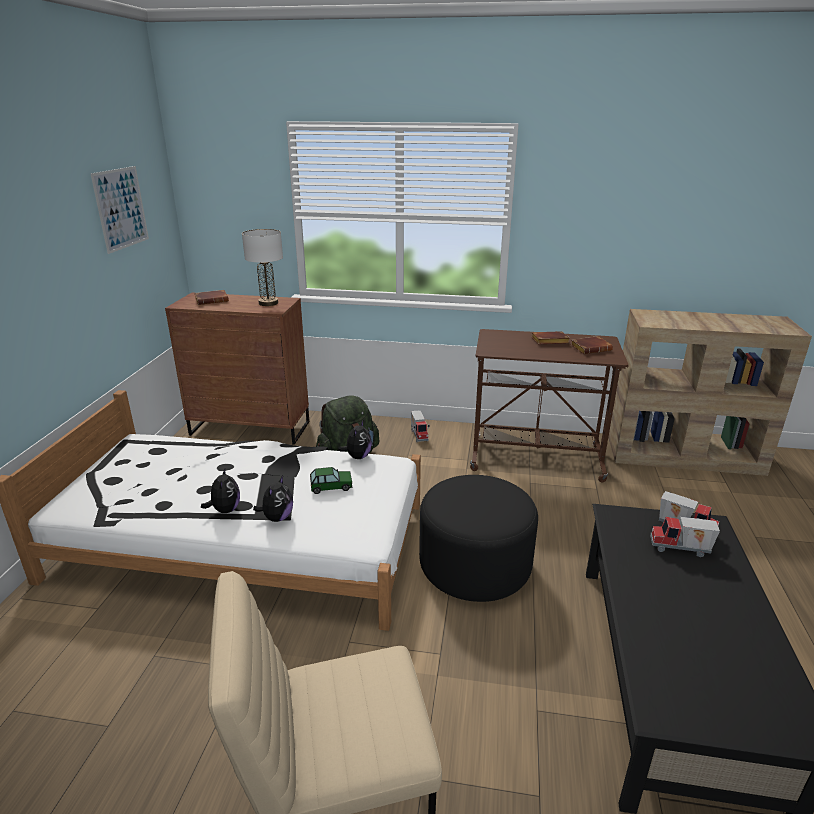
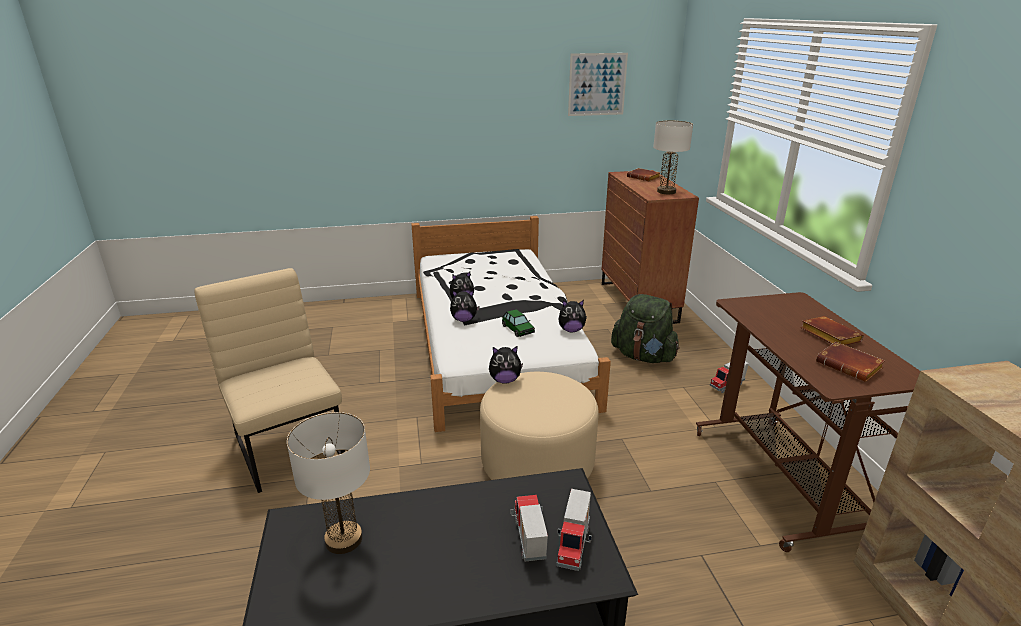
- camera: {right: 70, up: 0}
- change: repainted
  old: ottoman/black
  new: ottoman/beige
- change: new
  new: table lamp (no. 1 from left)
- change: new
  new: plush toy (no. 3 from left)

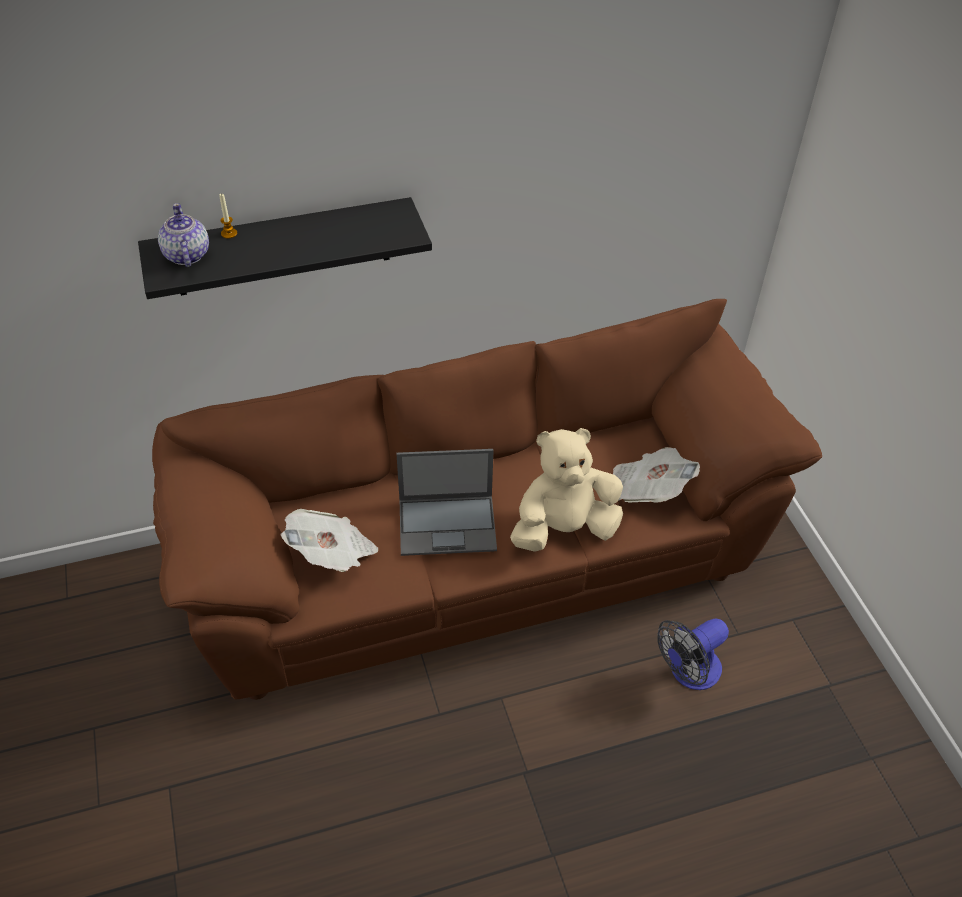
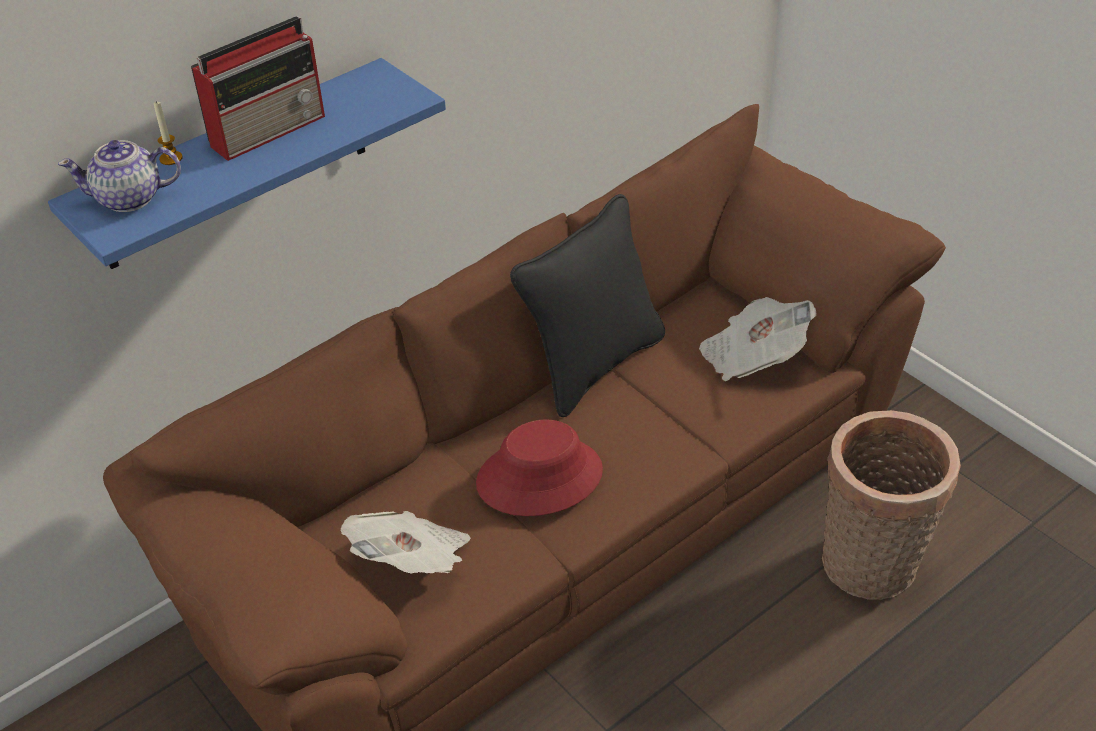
- camera: {right: -20, up: -5}
- change: repainted
  old: shelf/black
  new: shelf/blue
- change: rotated
  old: teapot
  degrees: -60
- change: swapped
  old: laptop
  new: hat/red
- change: gone
  old: plush toy/beige
- change: swapped
  old: fan
  new: basket
- change: new
  new: radio
- change: new
  new: pillow/black

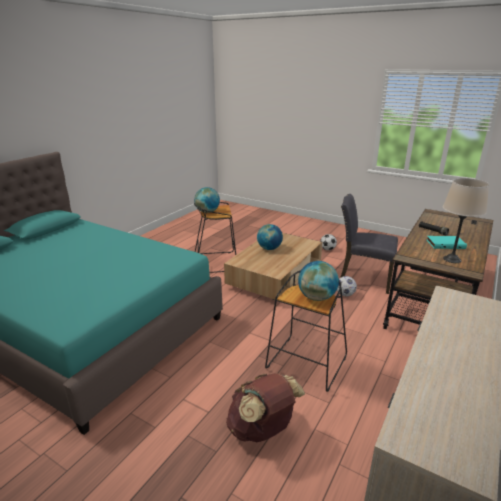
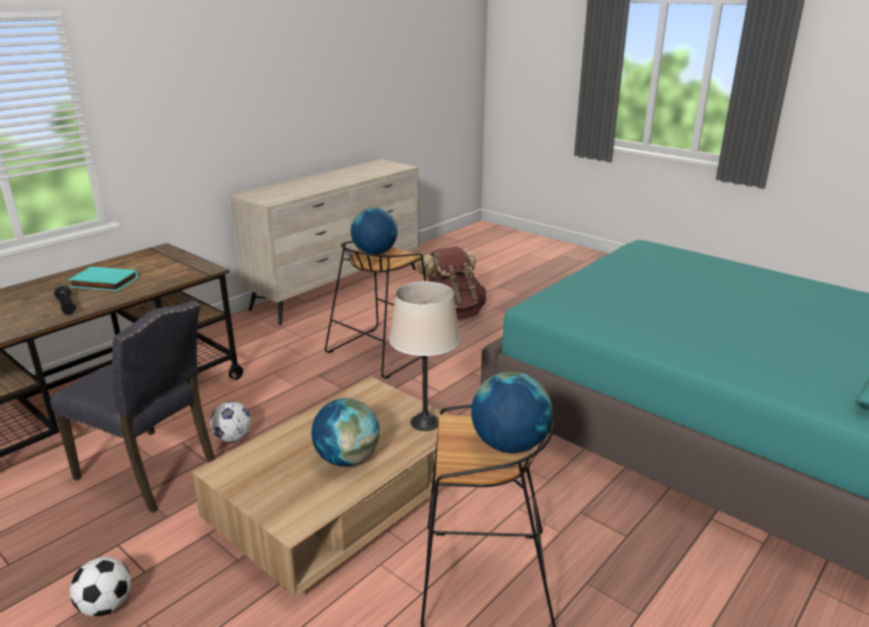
- camera: {right: -170, up: 0}
- change: shifted
  old: table lamp/beige

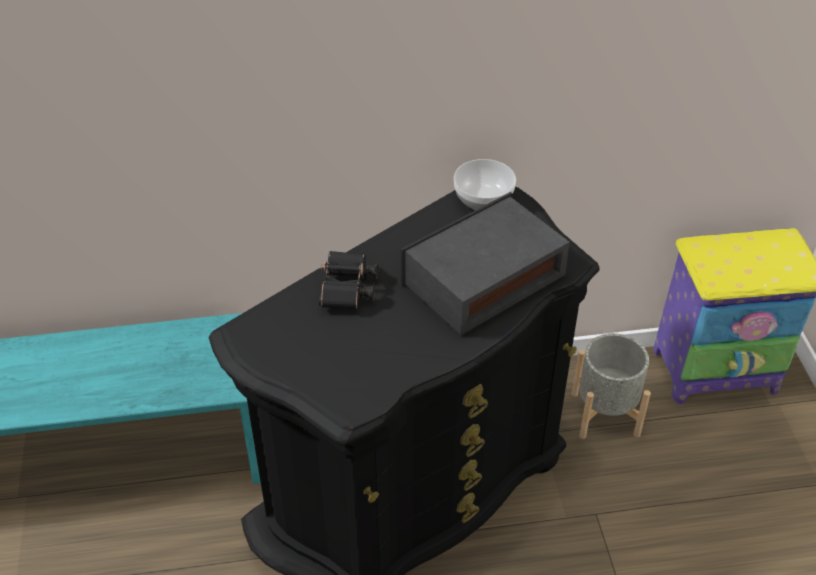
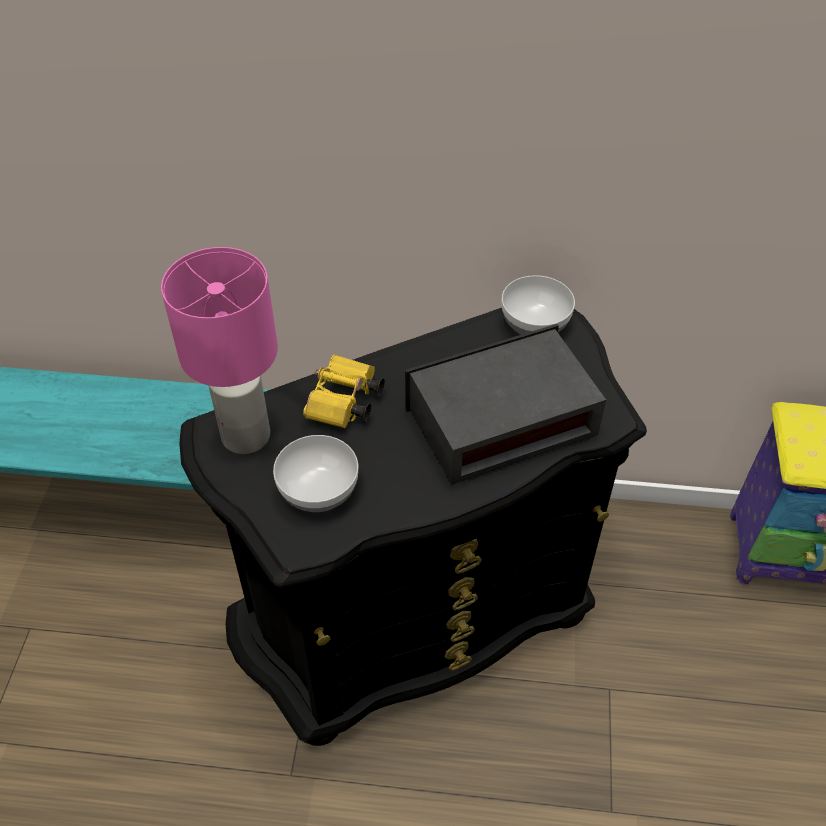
- camera: {right: 15, up: 5}
- change: repainted
  old: binoculars/black
  new: binoculars/yellow
- change: gone
  old: planter/grey
- change: new
  new: table lamp/pink
- change: new
  new: bowl (no. 1 from left)

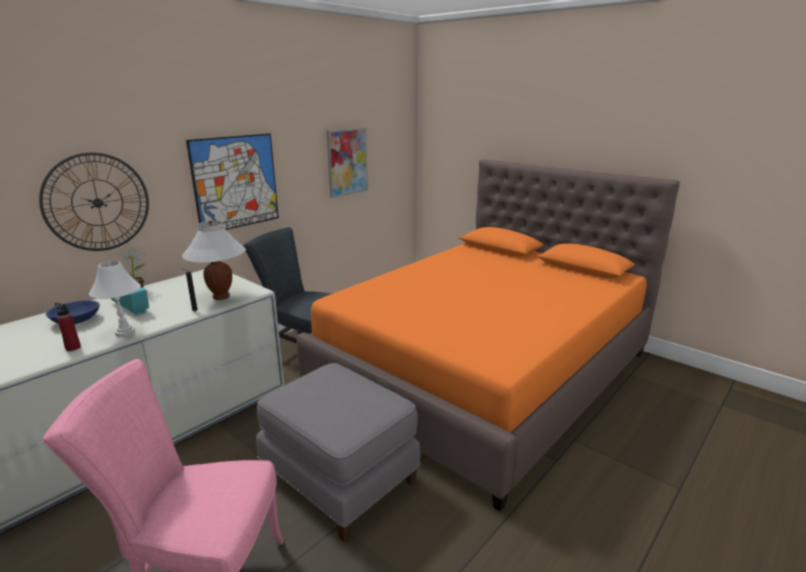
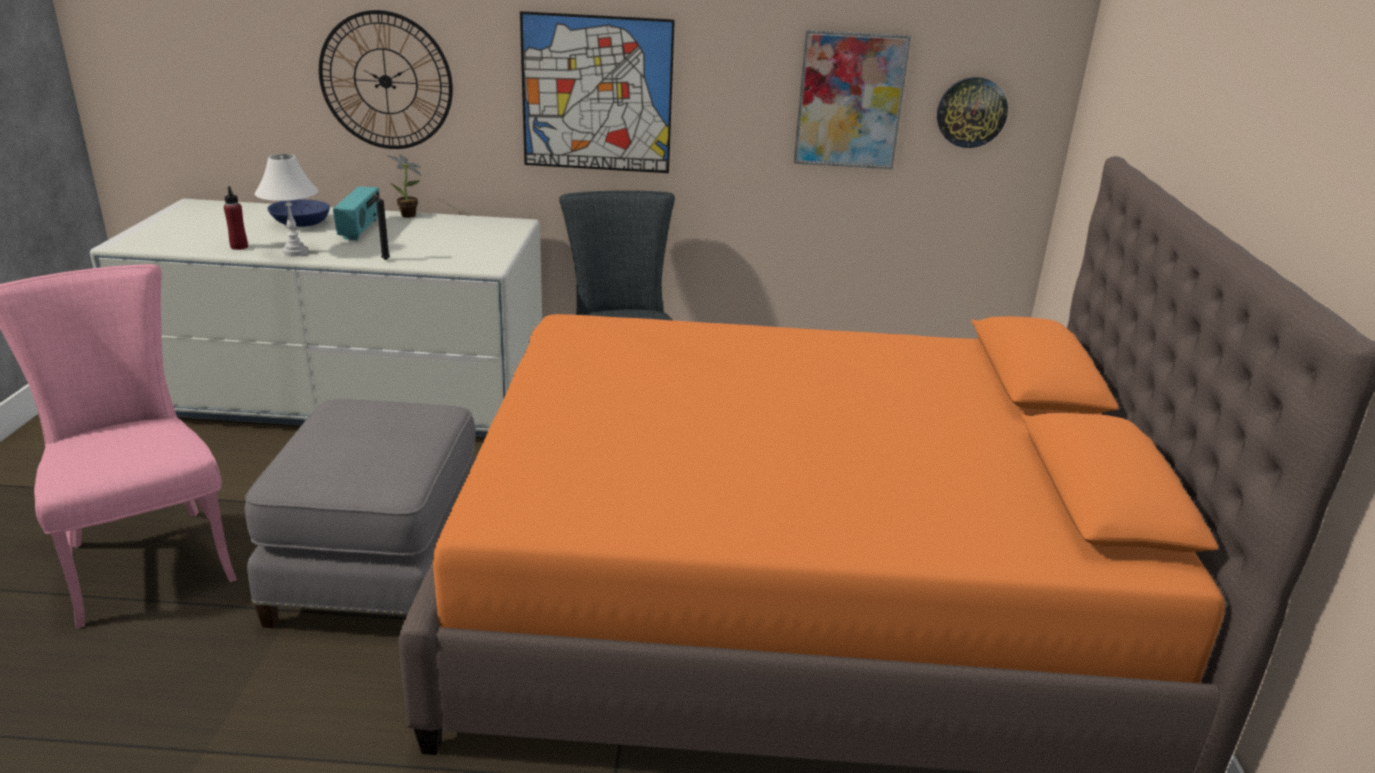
- camera: {right: 50, up: 5}
- change: gone
  old: table lamp/white (no. 2 from left)
- change: new
  new: wall clock (no. 2 from left)

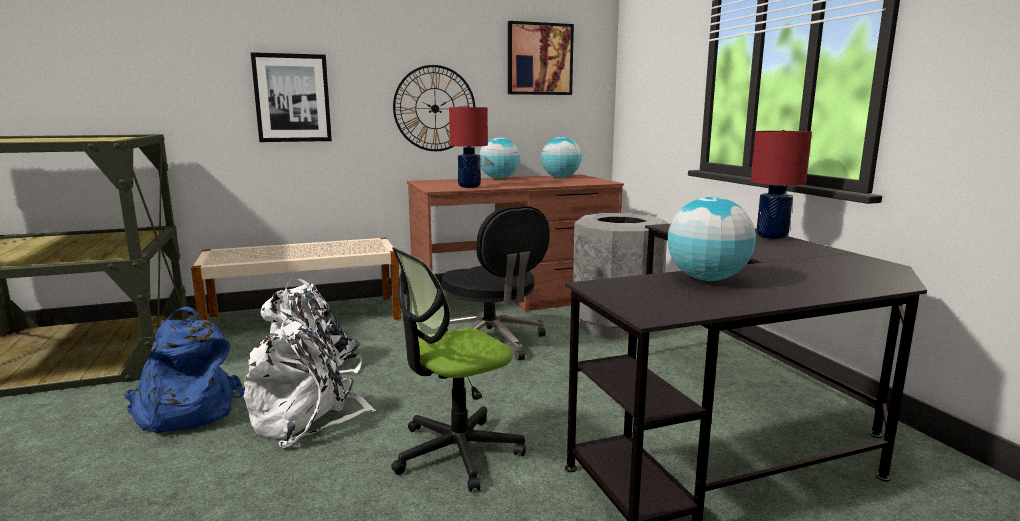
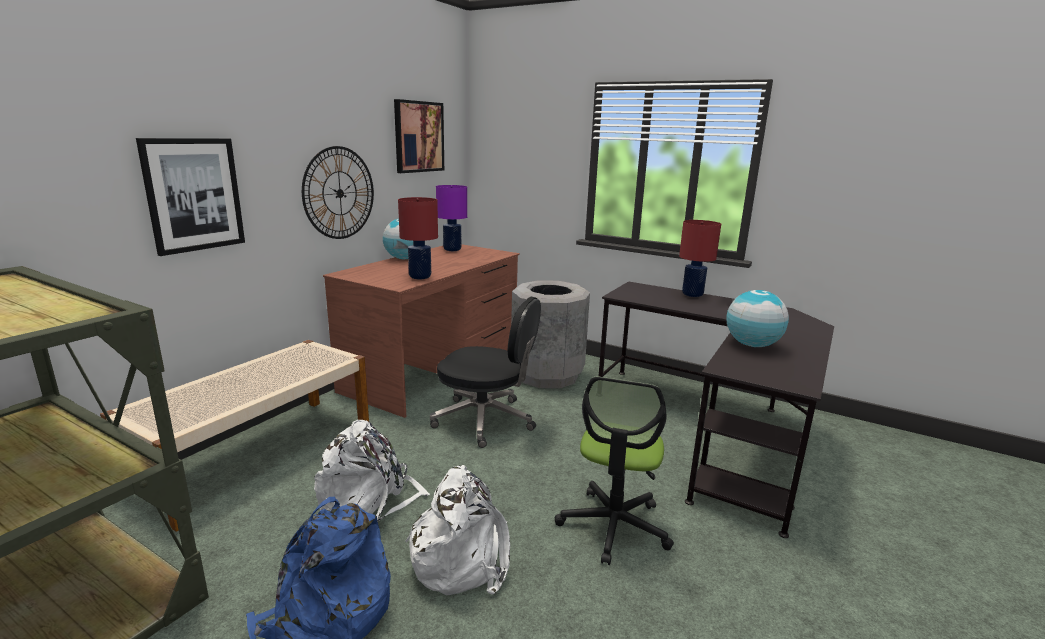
- camera: {right: -40, up: 5}
- change: swapped
  old: globe (no. 2 from left)
  new: table lamp/purple

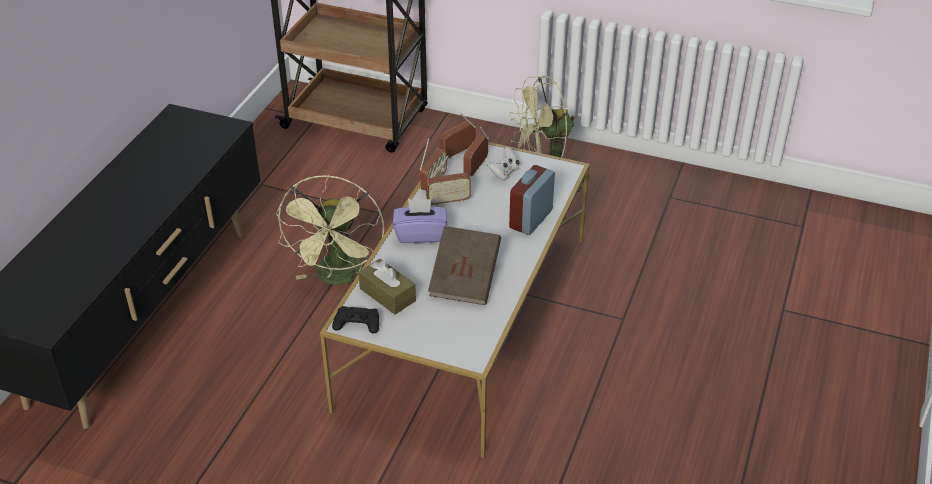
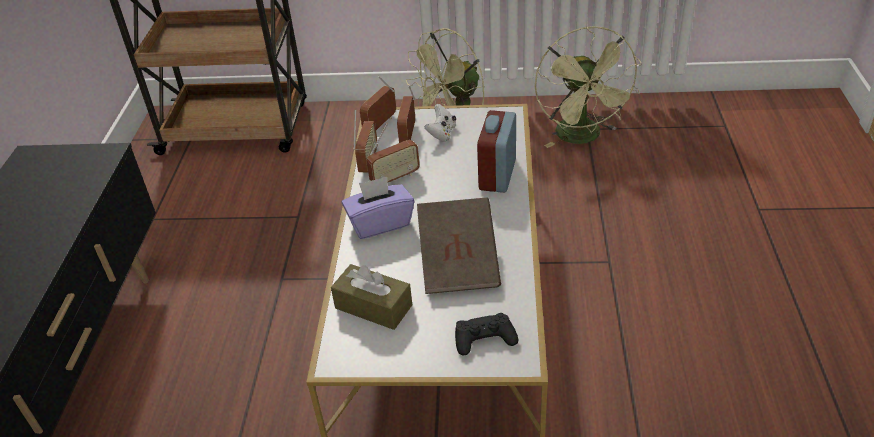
- camera: {right: -15, up: 0}
- change: shifted
  old: fan/green (no. 1 from left in the first image)
  new: fan/green (no. 2 from left)
- change: shifted
  old: game controller/black

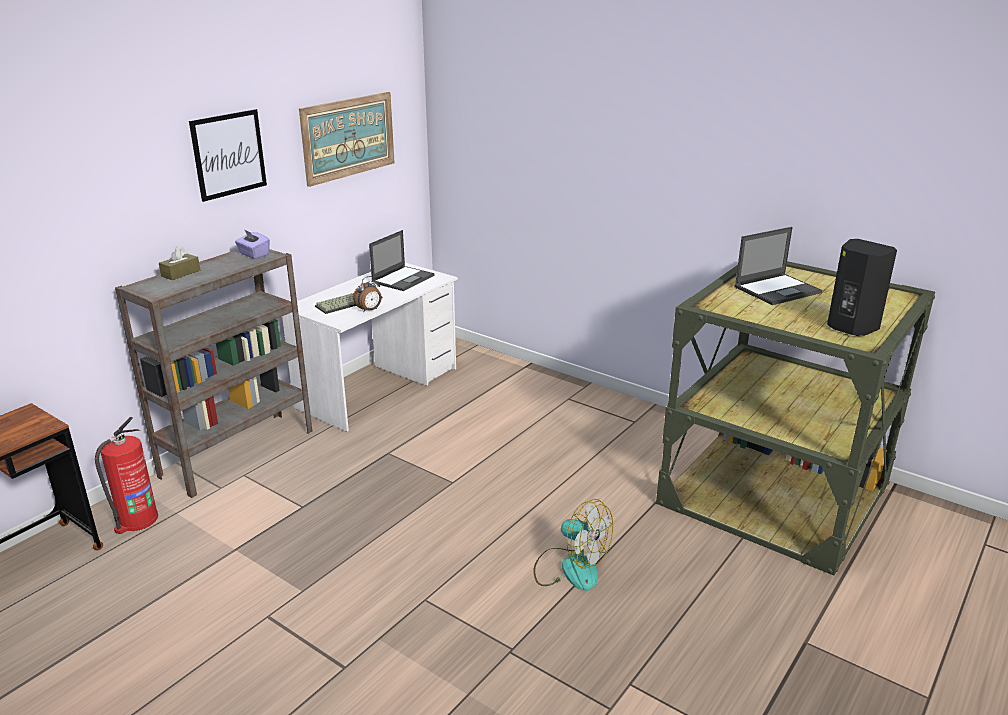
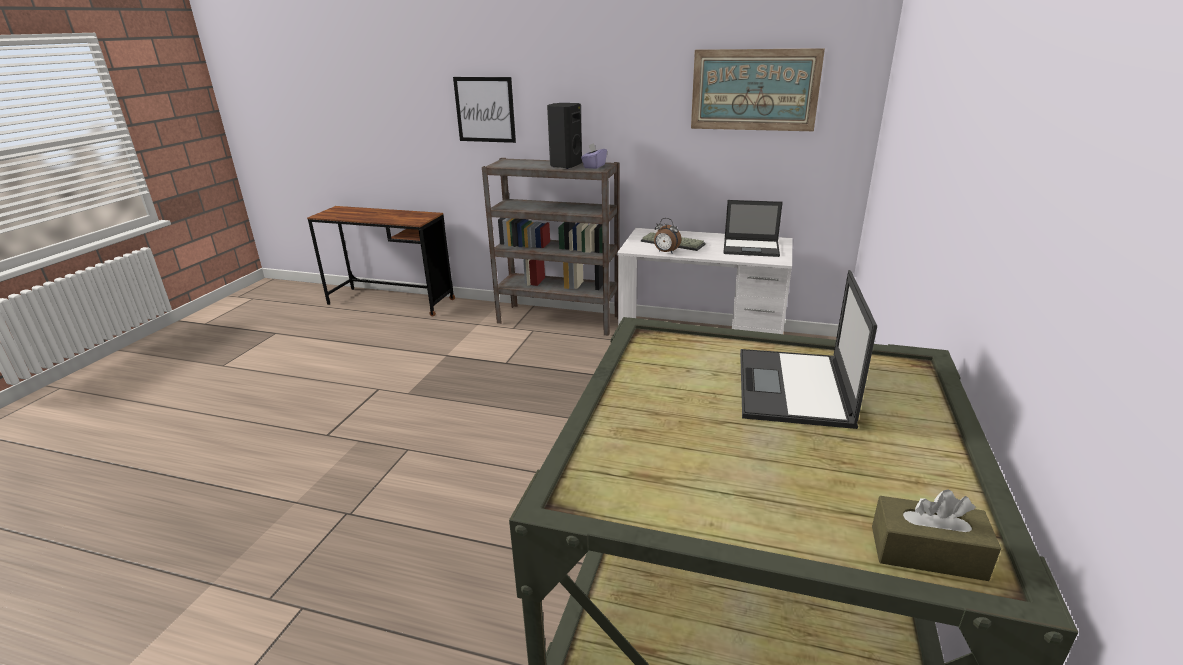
- camera: {right: 70, up: 0}
- change: gone
  old: fire extinguisher
- change: shifted
  old: tissue box/brown
- change: shifted
  old: picture (no. 1 from left)
- change: gone
  old: fan
- change: rotated
  old: laptop (no. 2 from left)
  degrees: 60
- change: shifted
  old: speaker/black

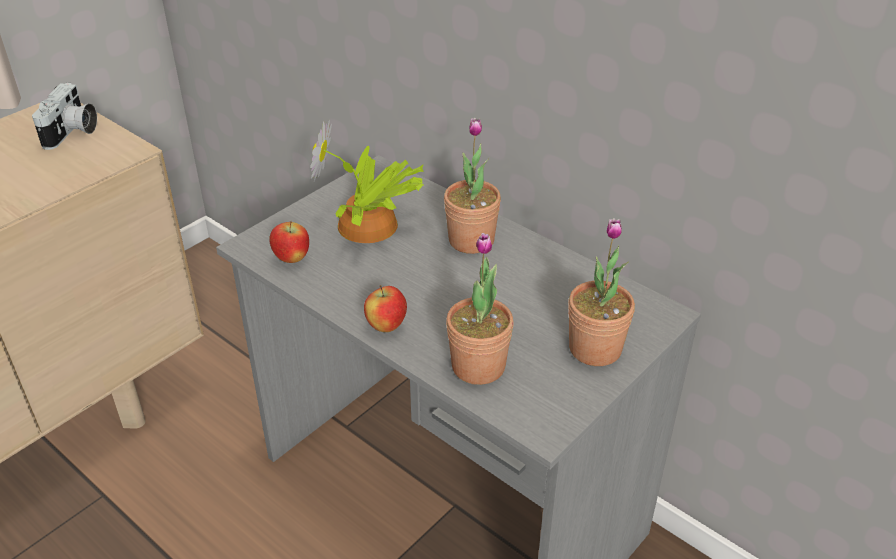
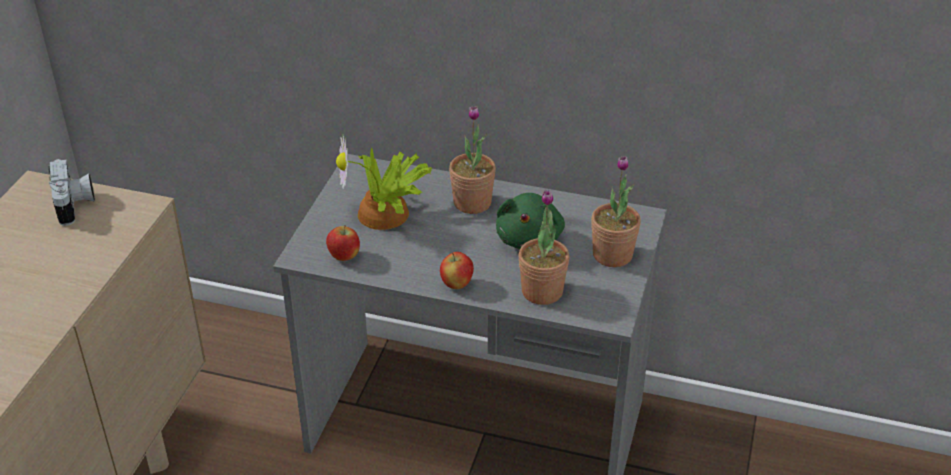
- camera: {right: -25, up: 0}
- change: new
  new: plush toy/green

